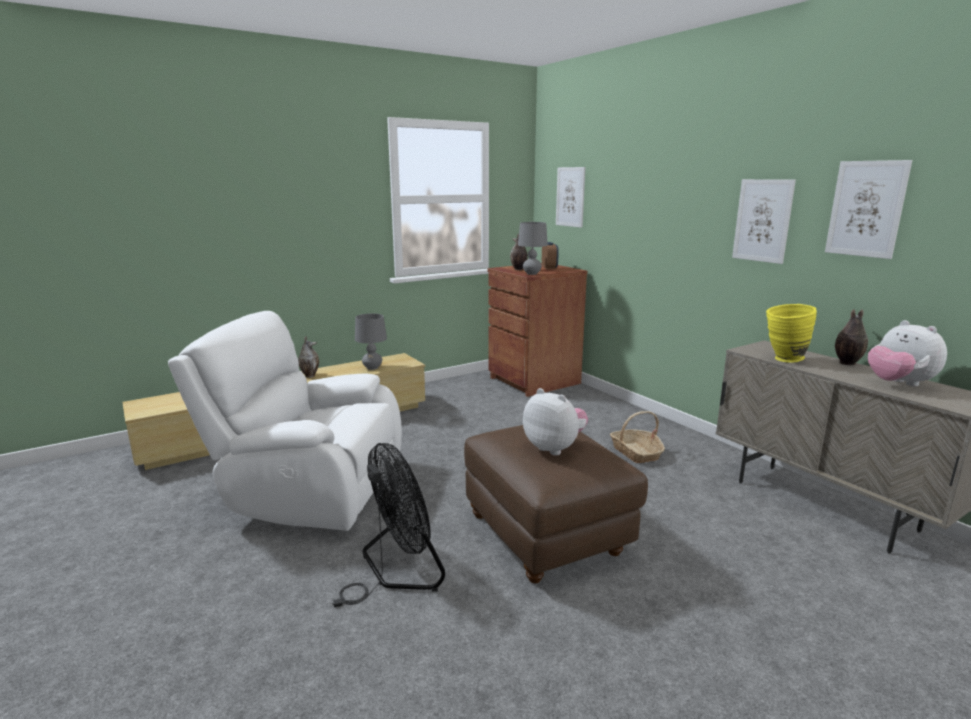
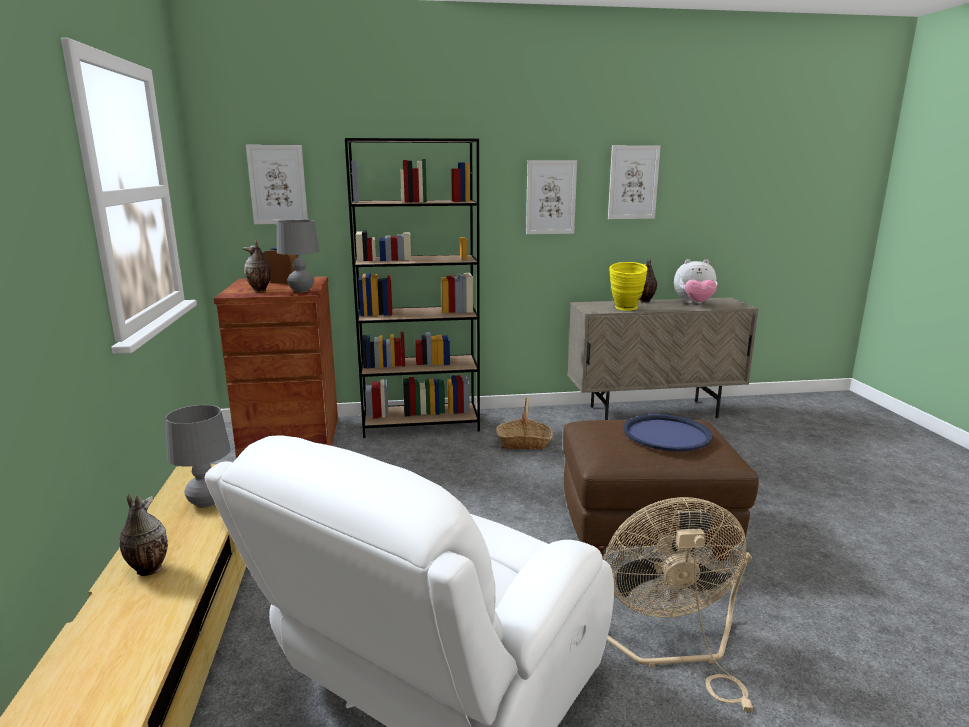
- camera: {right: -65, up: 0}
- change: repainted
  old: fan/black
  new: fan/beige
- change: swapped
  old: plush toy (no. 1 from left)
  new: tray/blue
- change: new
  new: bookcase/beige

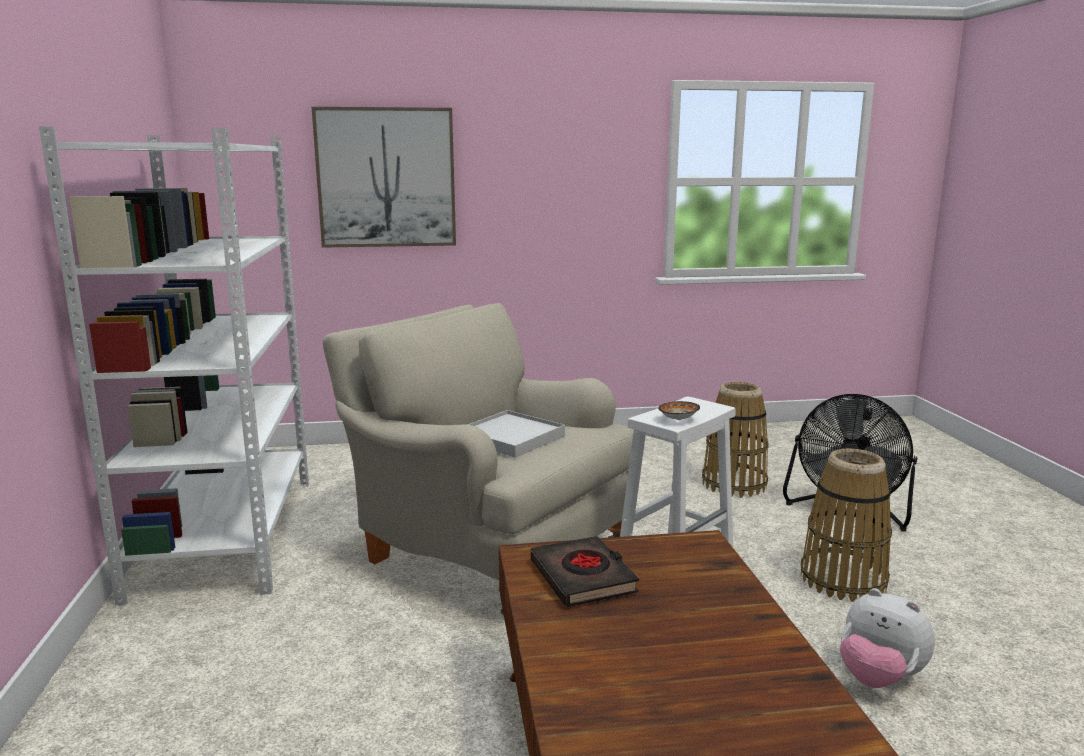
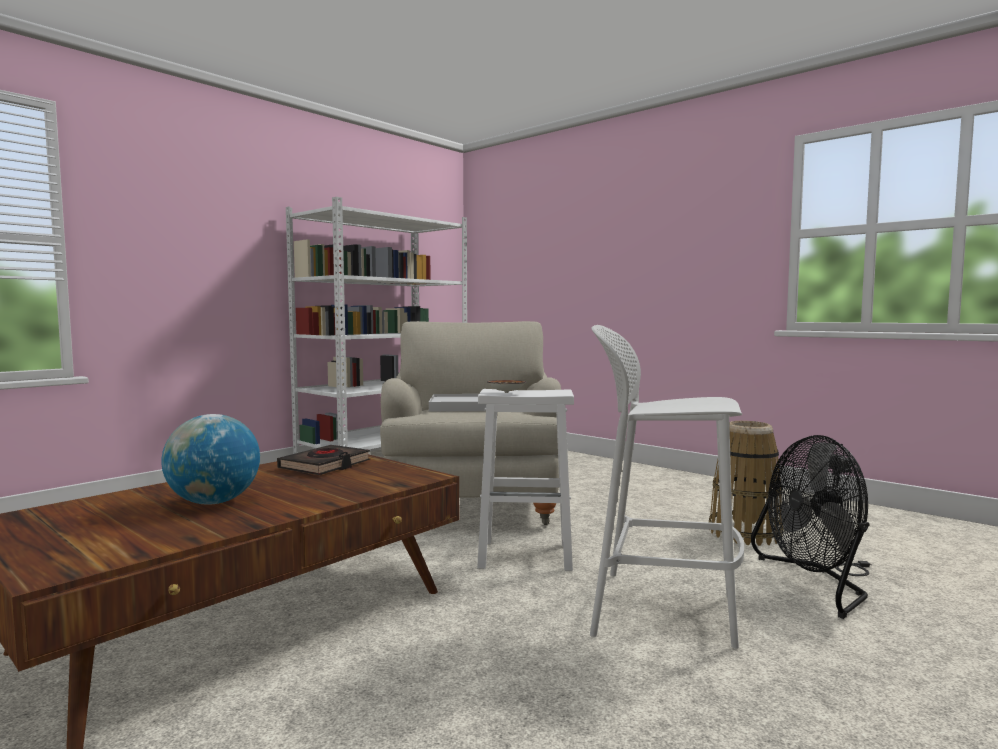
- camera: {right: 50, up: -10}
- change: gone
  old: picture
- change: swapped
  old: basket (no. 2 from left)
  new: stool/white (no. 2 from left)
- change: gone
  old: plush toy
- change: new
  new: globe

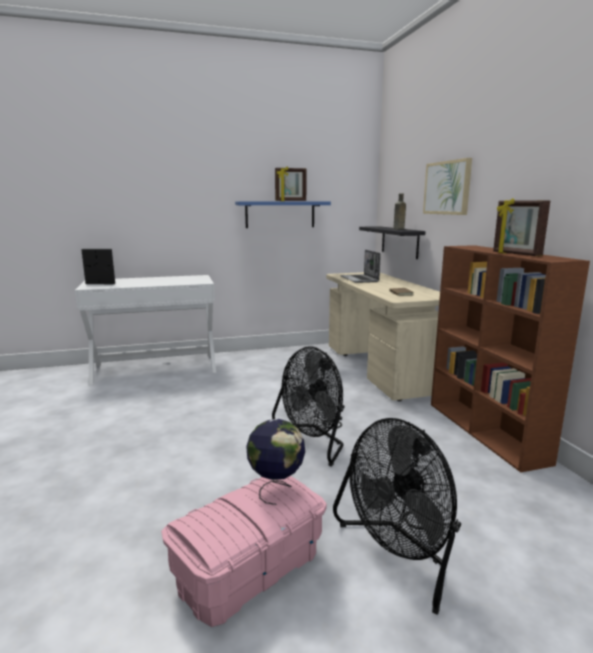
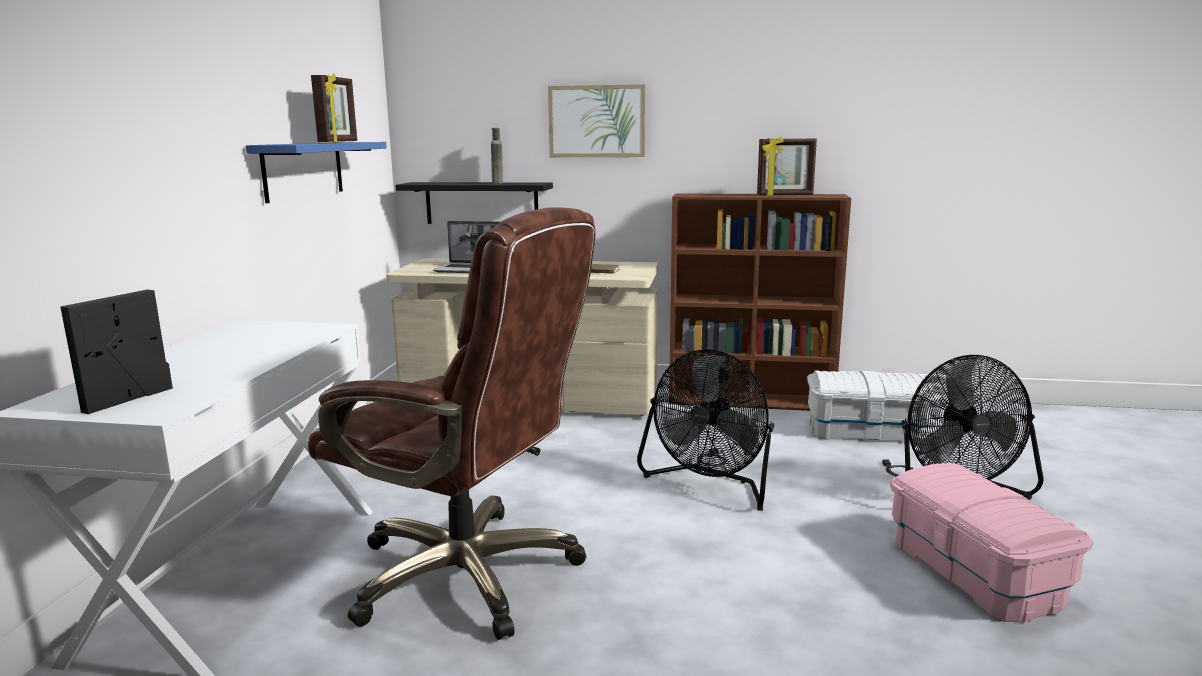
- camera: {right: -65, up: 0}
- change: gone
  old: globe
- change: rotated
  old: fan/black (no. 1 from left)
  degrees: 45
- change: new
  new: office chair/brown
- change: new
  new: storage box/white

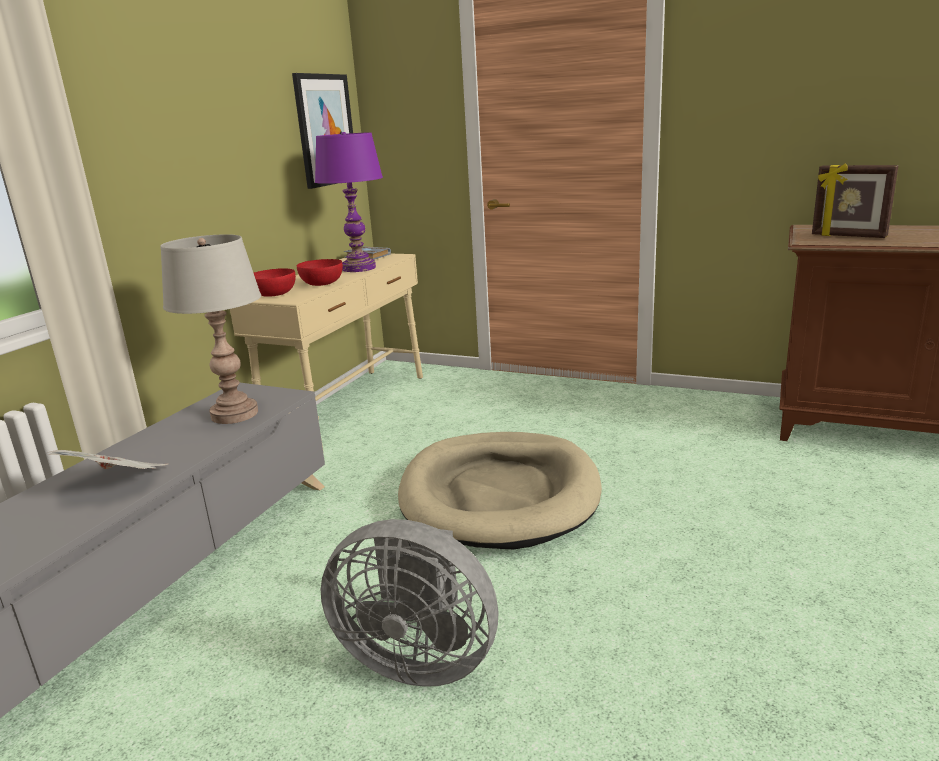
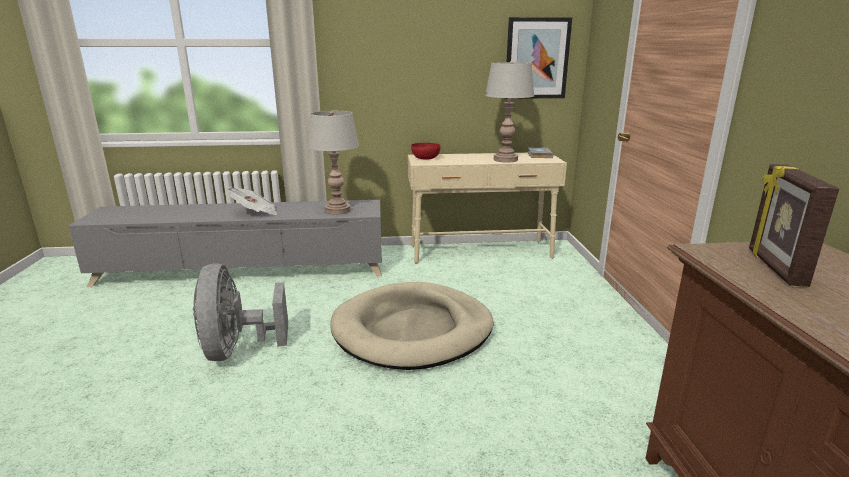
- camera: {right: 60, up: 0}
- change: gone
  old: bowl/red (no. 2 from left)
- change: repainted
  old: table lamp/purple
  new: table lamp/grey (no. 2 from left)

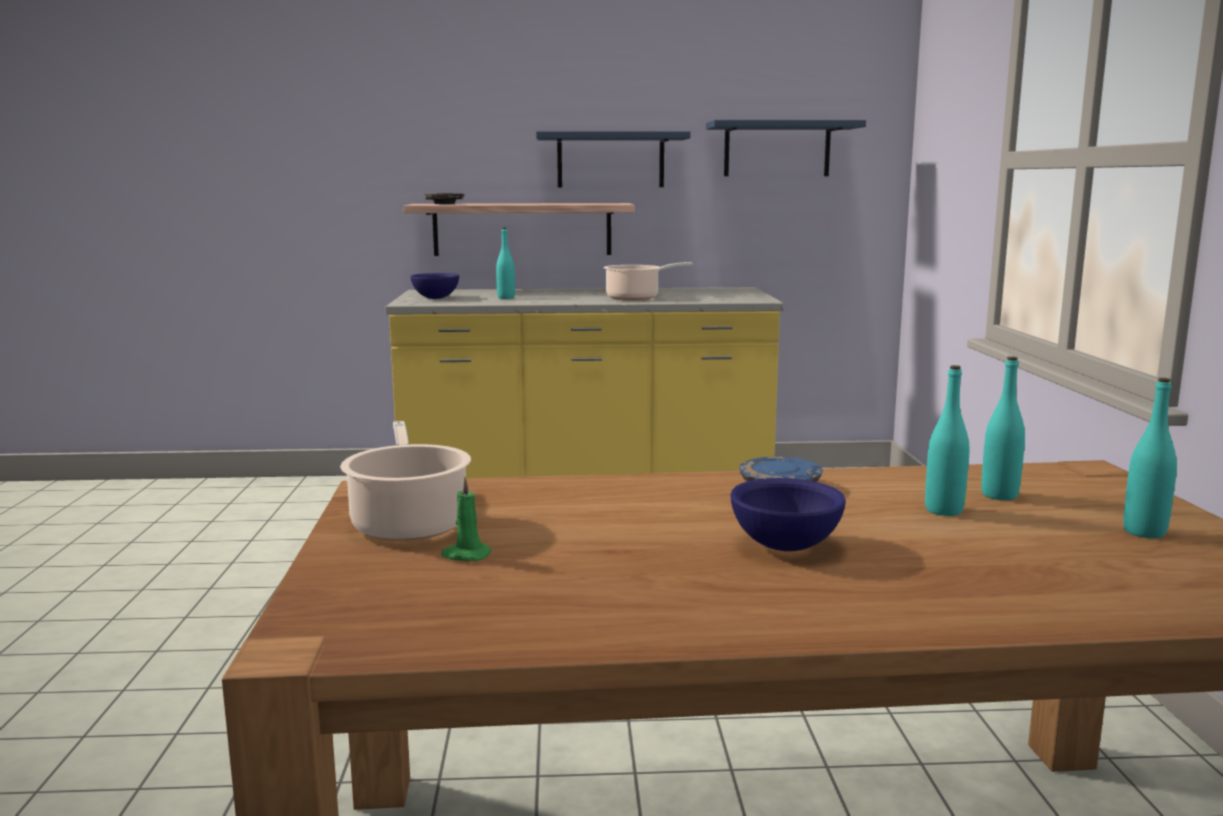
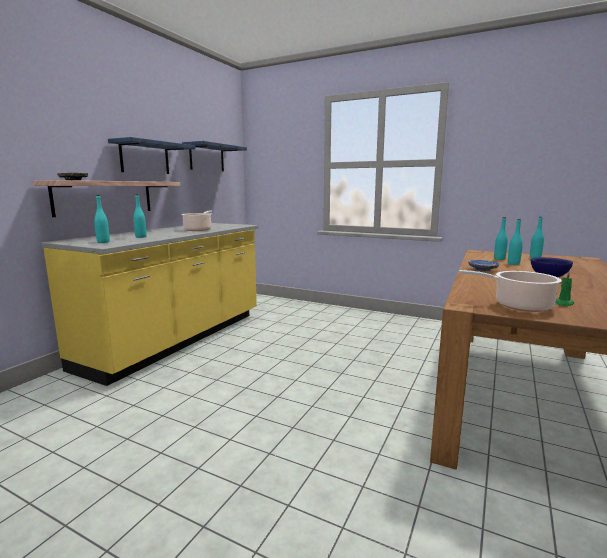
- camera: {right: -60, up: 0}
- change: swapped
  old: bowl/blue (no. 1 from left)
  new: bottle/turquoise (no. 1 from left)

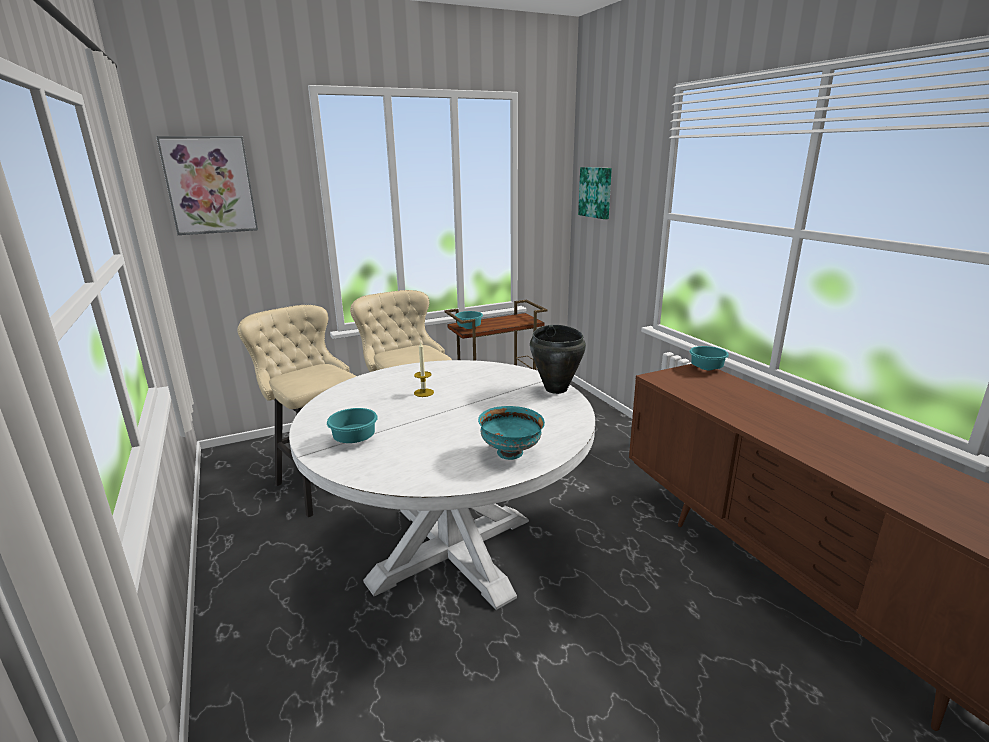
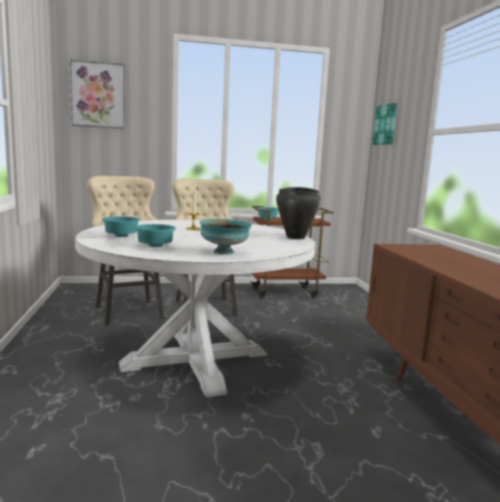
- camera: {right: 15, up: -10}
- change: shifted
  old: bowl/turquoise (no. 4 from left in the first image)
  new: bowl/turquoise (no. 2 from left)

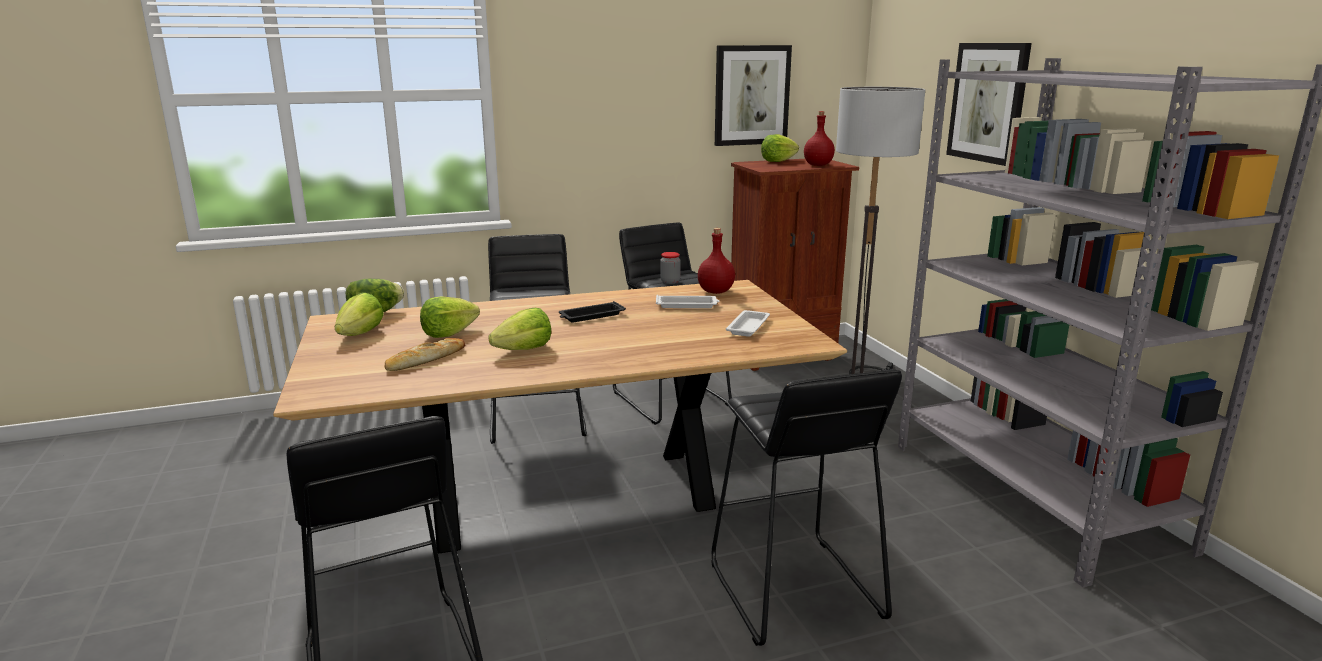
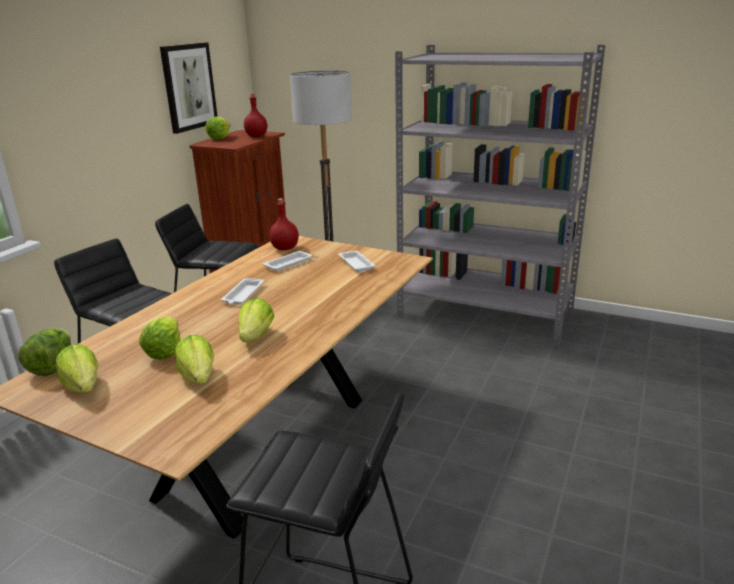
- camera: {right: -45, up: 5}
- change: swapped
  old: bread
  new: lettuce (no. 4 from left)
- change: repainted
  old: tray/black
  new: tray/white (no. 1 from left)
- change: gone
  old: jar
- change: gone
  old: stool/black (no. 4 from left)
- change: gone
  old: picture (no. 2 from left)

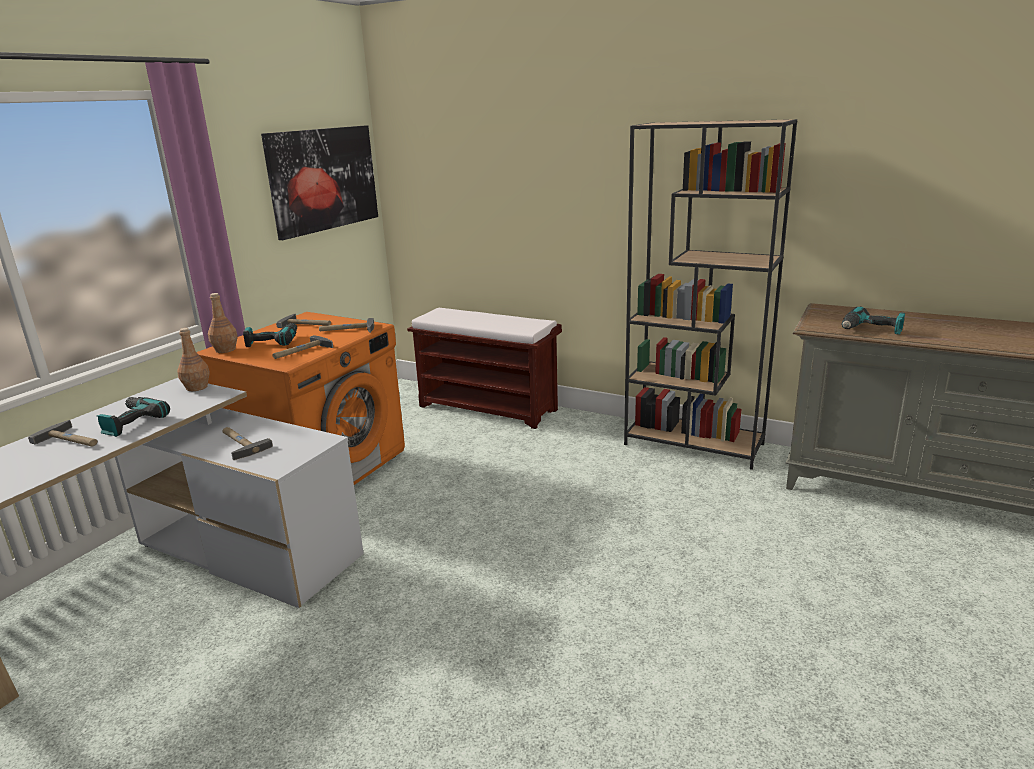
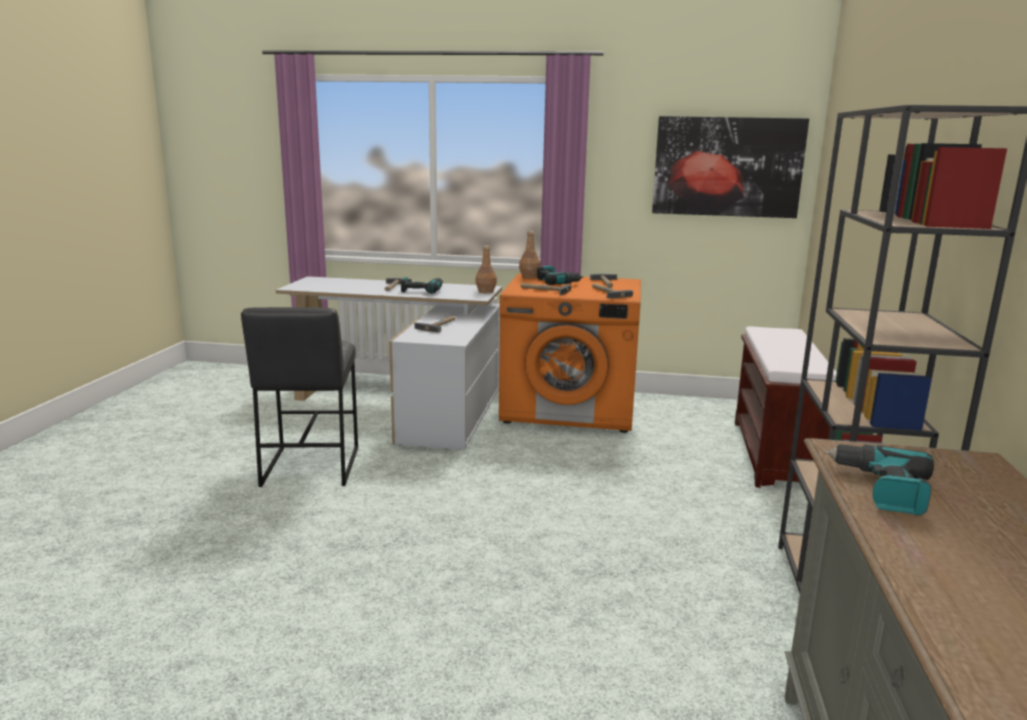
- camera: {right: 70, up: -5}
- change: new
  new: stool/grey

